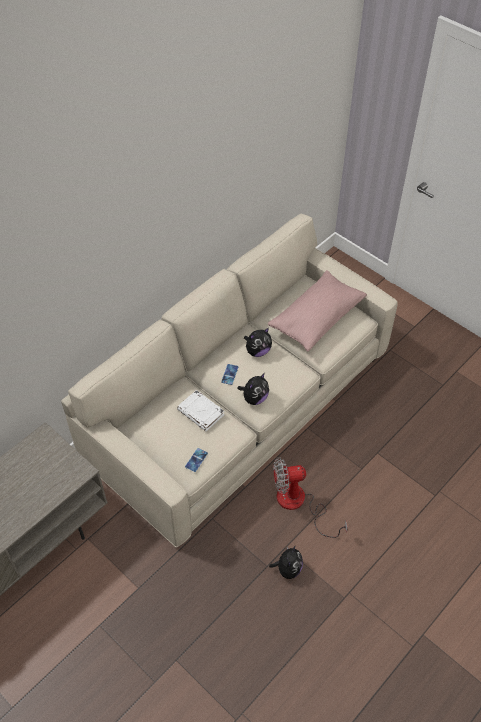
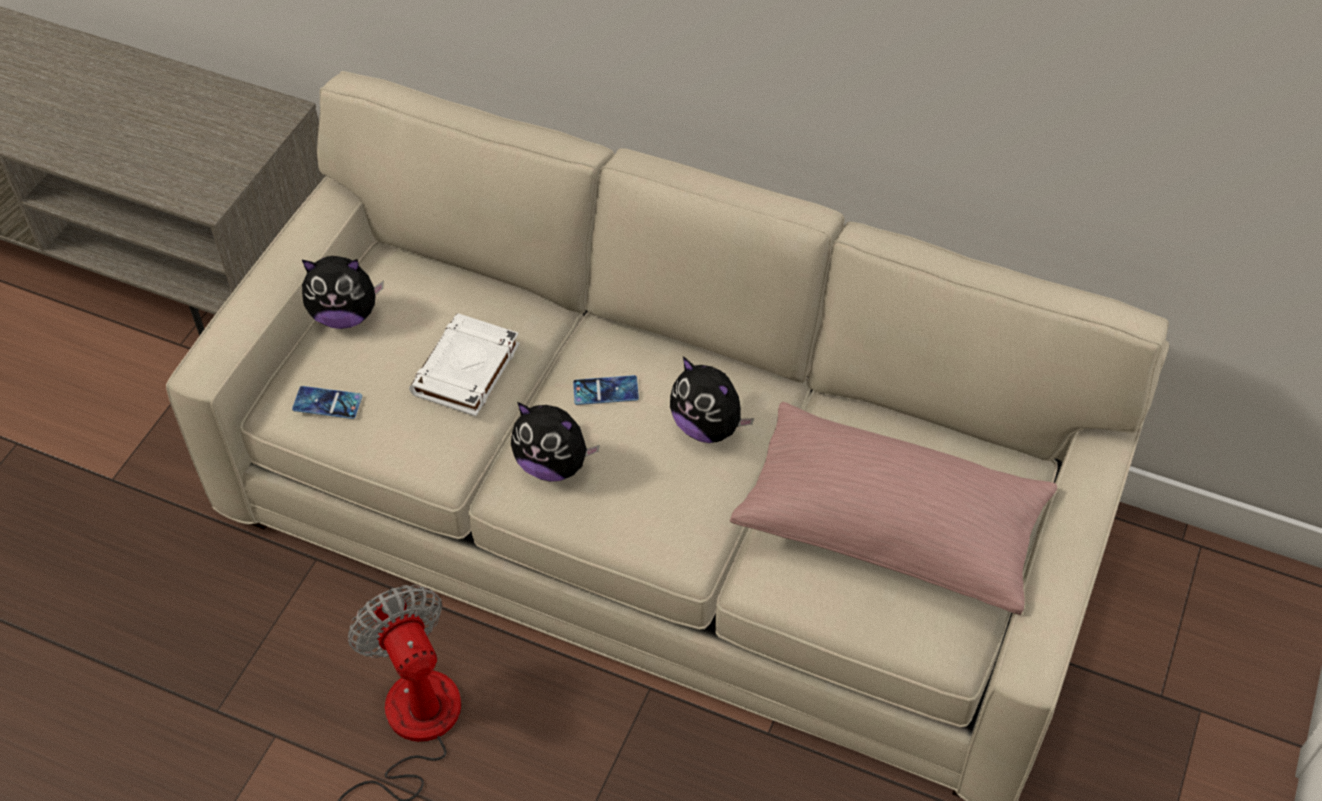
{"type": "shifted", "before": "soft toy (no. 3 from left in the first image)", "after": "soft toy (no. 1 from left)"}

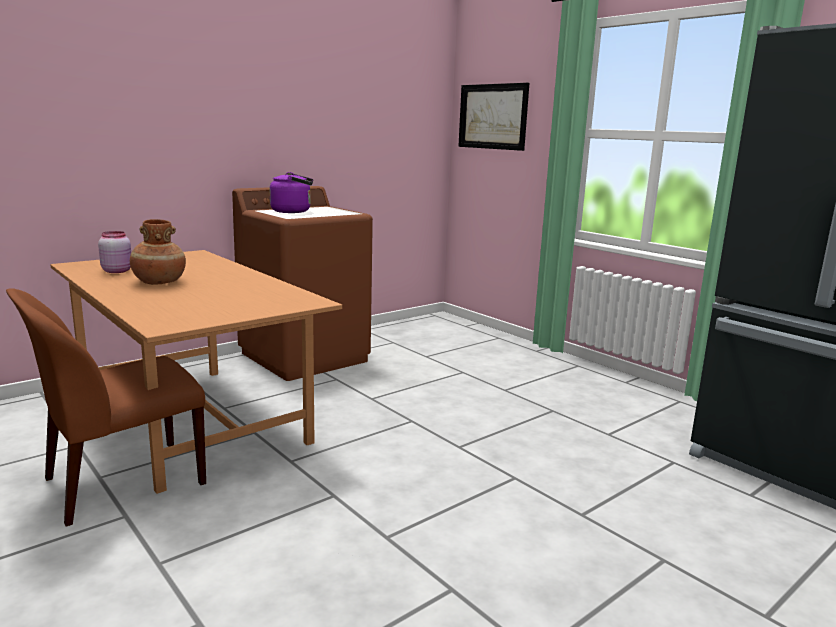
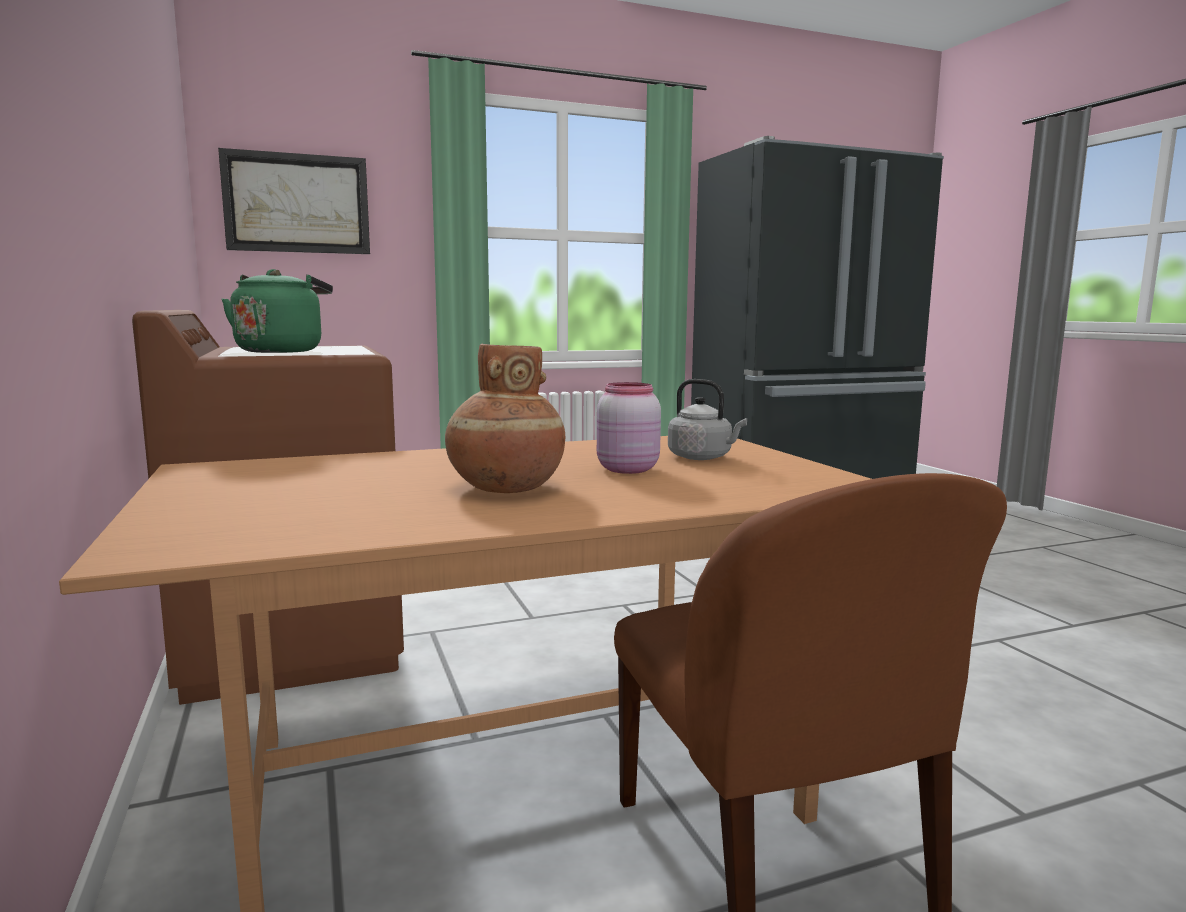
{"type": "repainted", "before": "tea kettle (purplish)", "after": "tea kettle (greenish)"}
{"type": "shifted", "before": "preserve jar (pink)"}
{"type": "new", "after": "tea kettle (greyish)"}

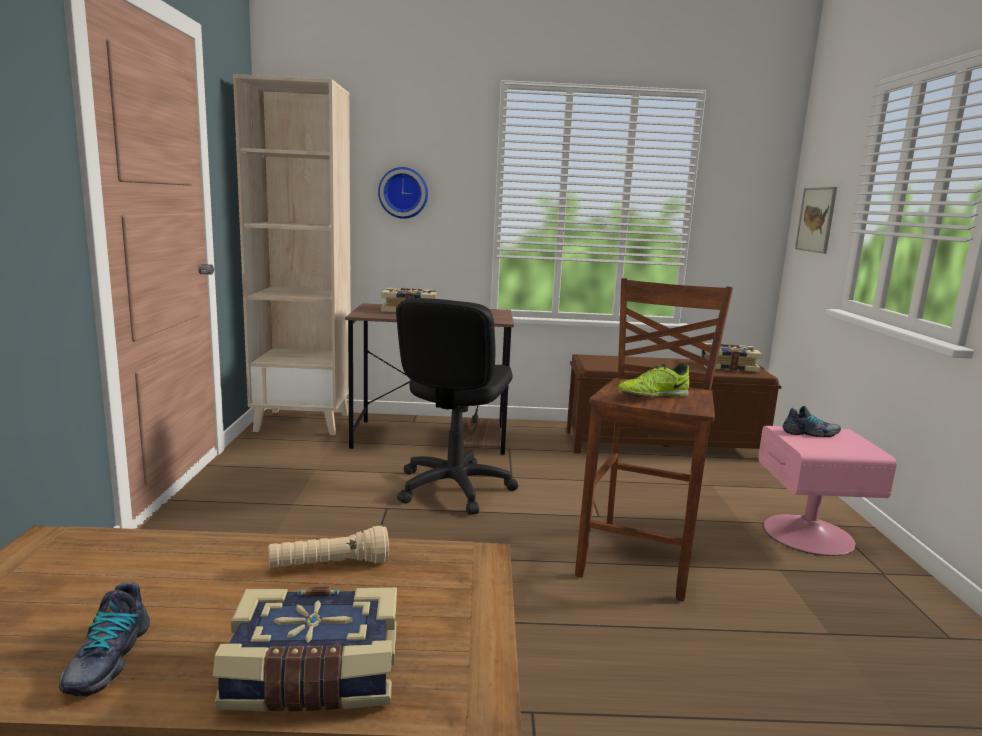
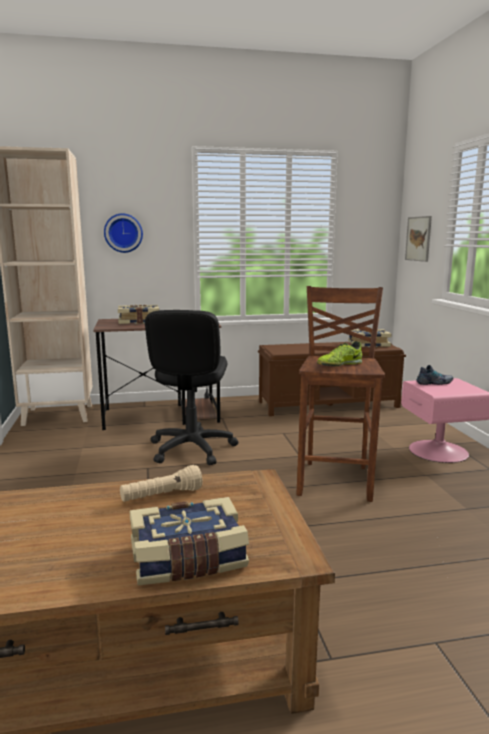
{"type": "gone", "before": "shoe (no. 1 from left)"}

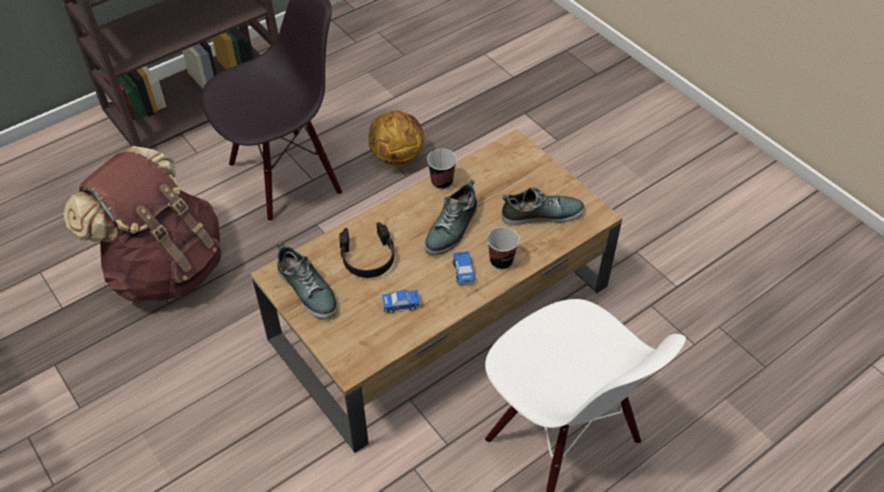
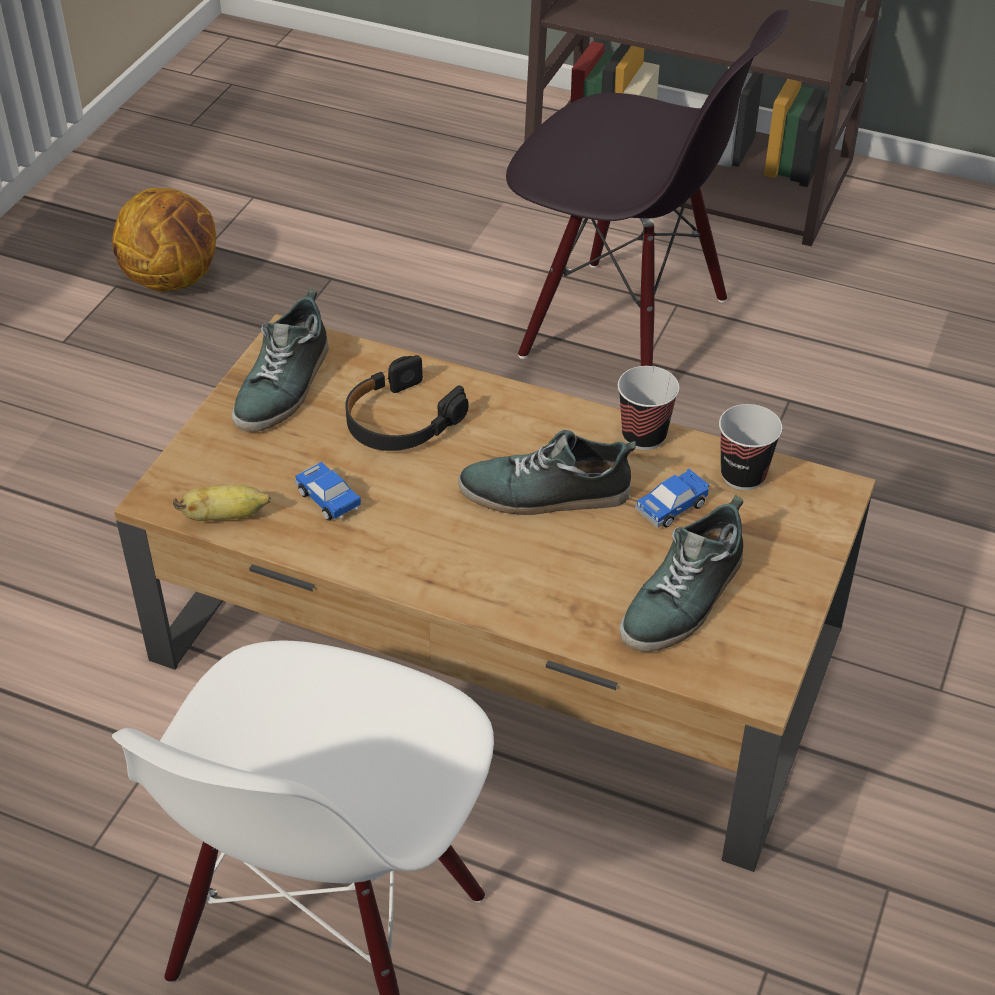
{"type": "shifted", "before": "basketball ball"}
{"type": "new", "after": "banana"}
{"type": "rotated", "before": "shoe (no. 3 from left)", "turn": 75}
{"type": "shifted", "before": "miniature car (no. 2 from left)"}
{"type": "shifted", "before": "cup (no. 2 from left)"}
{"type": "gone", "before": "rucksack (brownish)"}

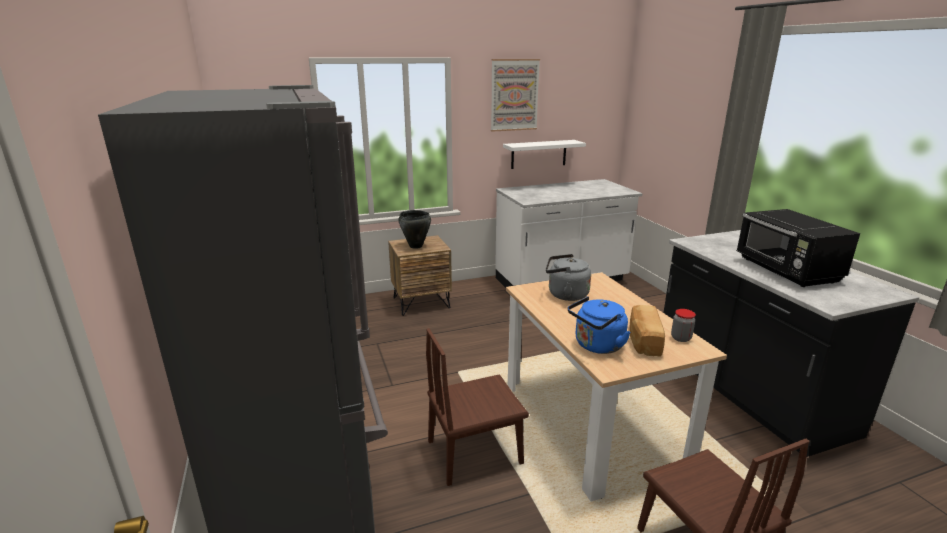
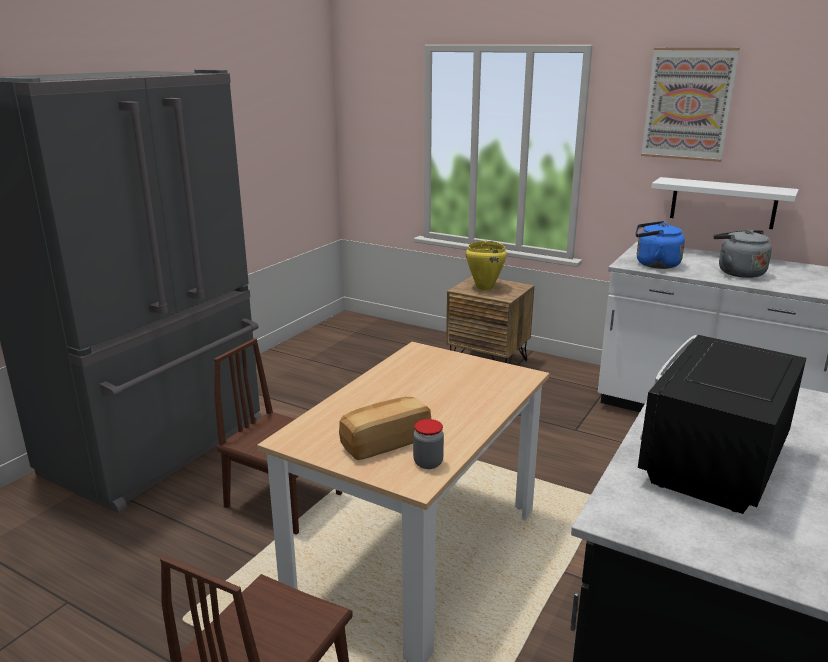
{"type": "repainted", "before": "stockpot (blackish)", "after": "stockpot (yellow-coloured)"}
{"type": "shifted", "before": "tea kettle (blue)"}
{"type": "shifted", "before": "tea kettle (greyish)"}

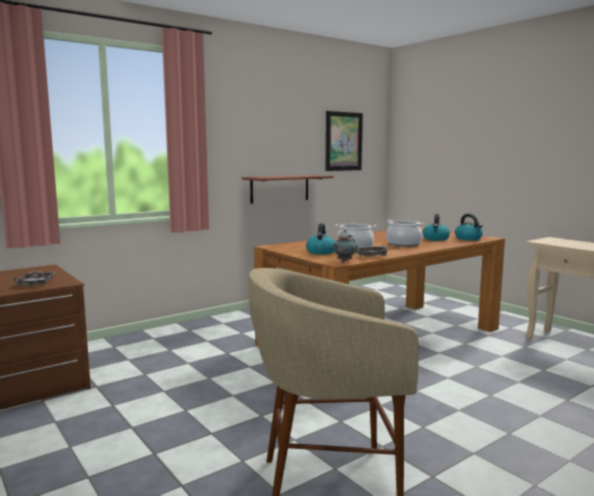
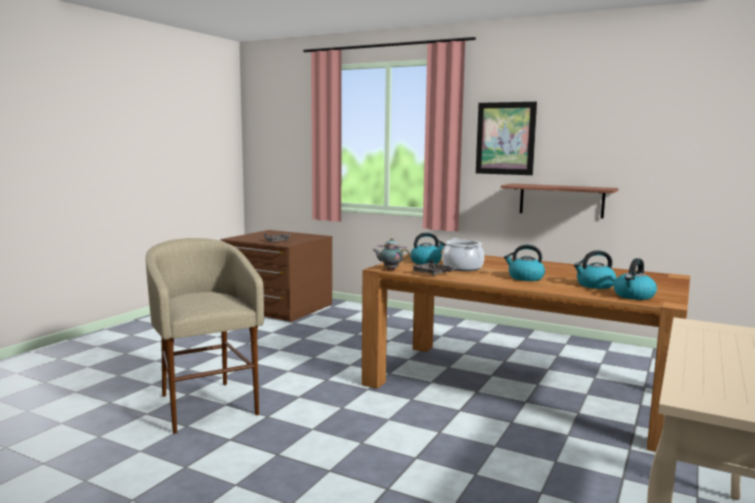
{"type": "shifted", "before": "picture"}
{"type": "swapped", "before": "stockpot (no. 2 from left)", "after": "tea kettle (no. 2 from left)"}

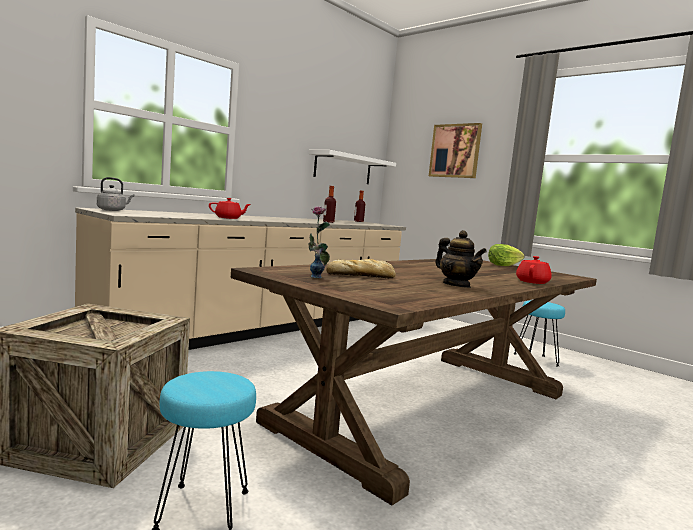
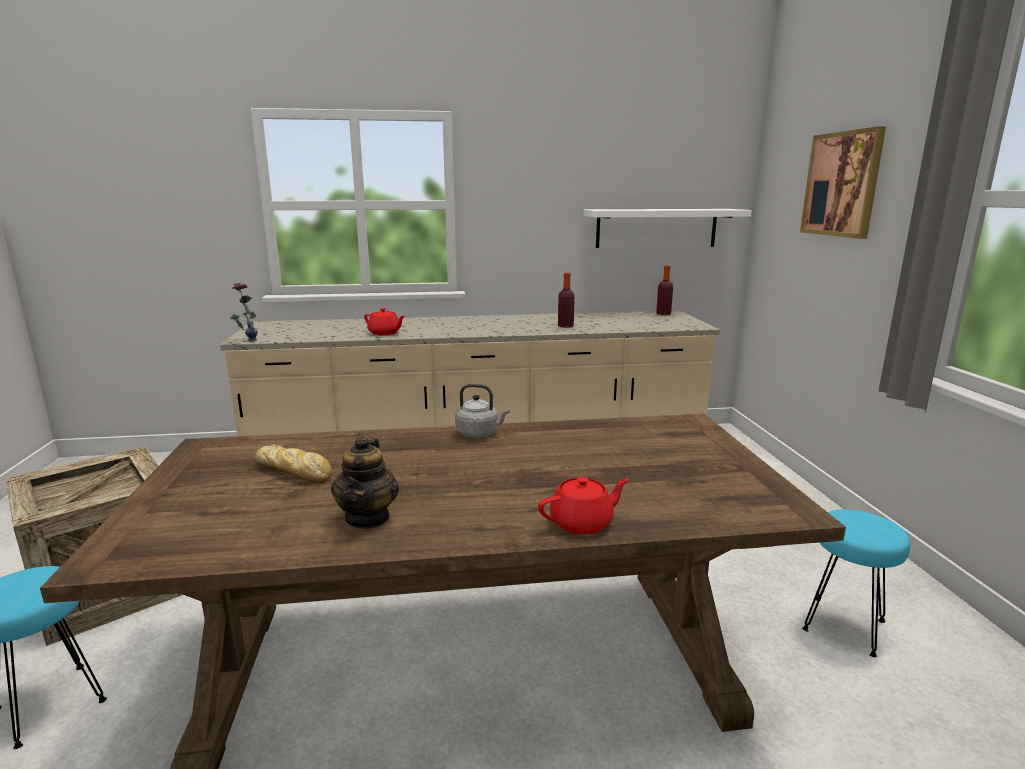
{"type": "shifted", "before": "flower vase"}
{"type": "shifted", "before": "tea kettle (greyish)"}
{"type": "gone", "before": "head of lettuce"}

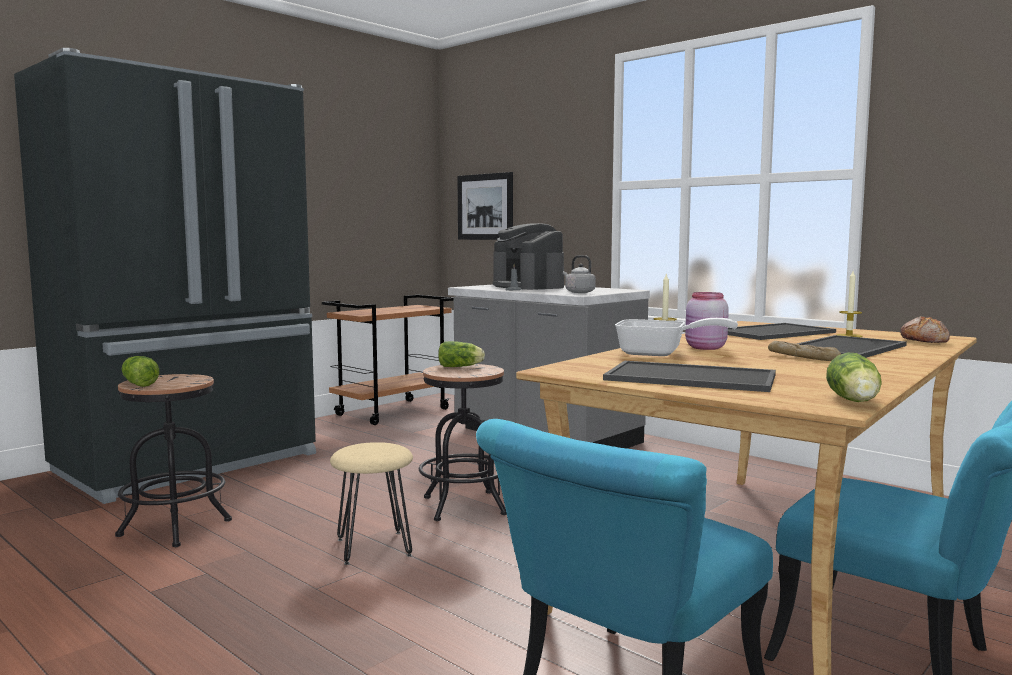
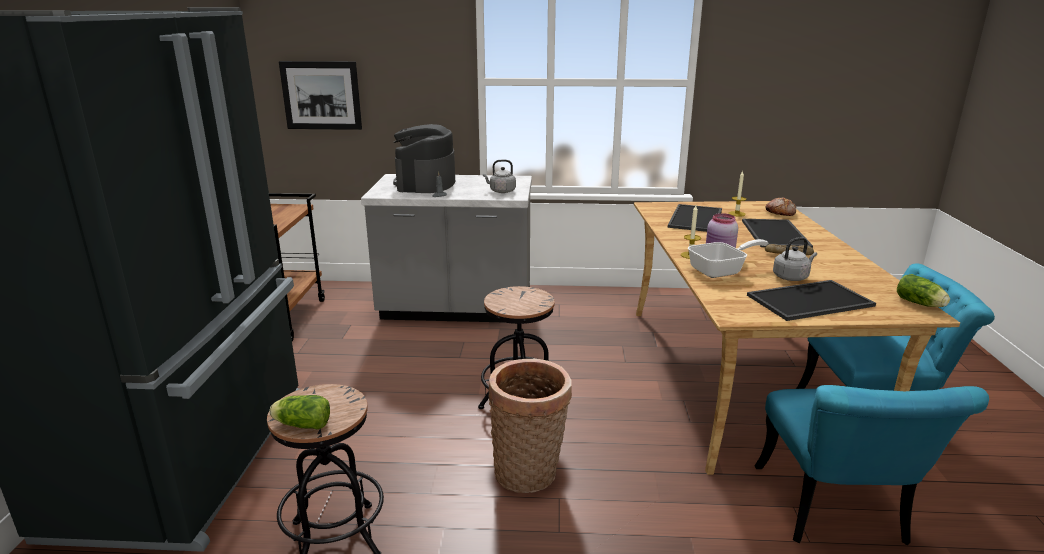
{"type": "rotated", "before": "coffee brewer", "turn": 75}
{"type": "swapped", "before": "stool seat (beige)", "after": "household basket"}
{"type": "new", "after": "tea kettle (greyish) (no. 2 from left)"}
{"type": "gone", "before": "head of lettuce (no. 2 from left)"}

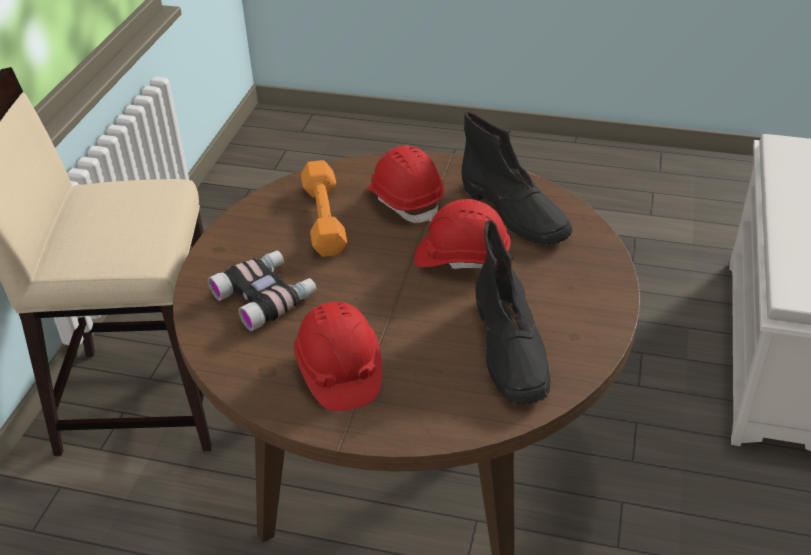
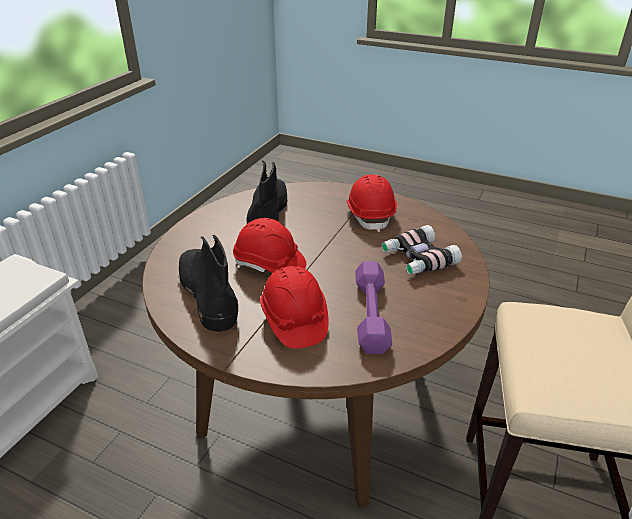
{"type": "repainted", "before": "free weight (orange)", "after": "free weight (purplish)"}

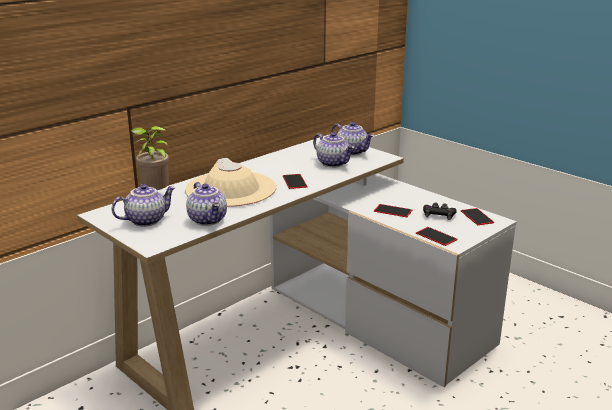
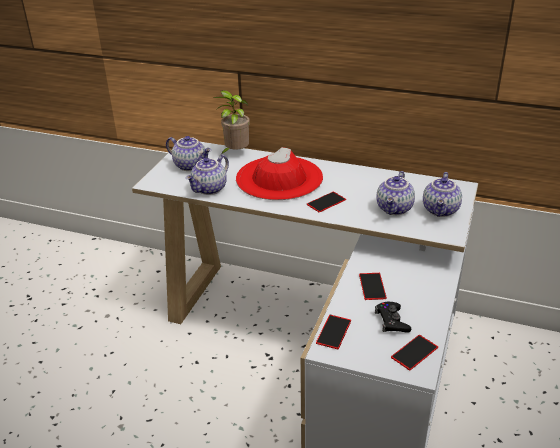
{"type": "repainted", "before": "hat (beige)", "after": "hat (red-coloured)"}

